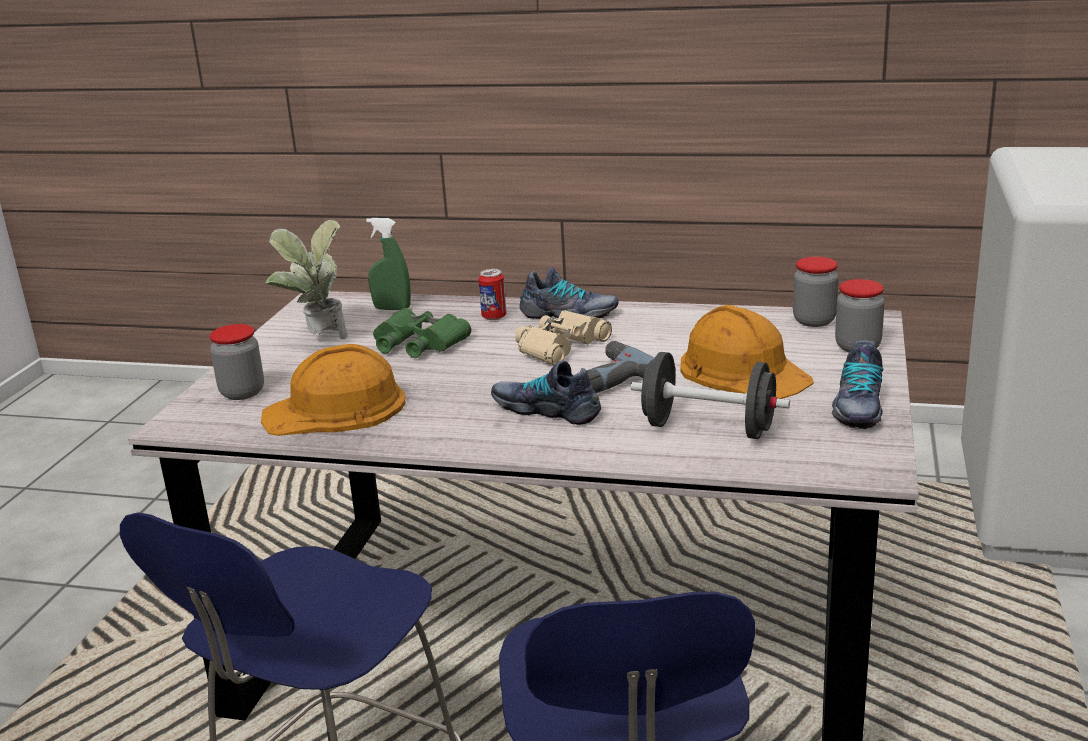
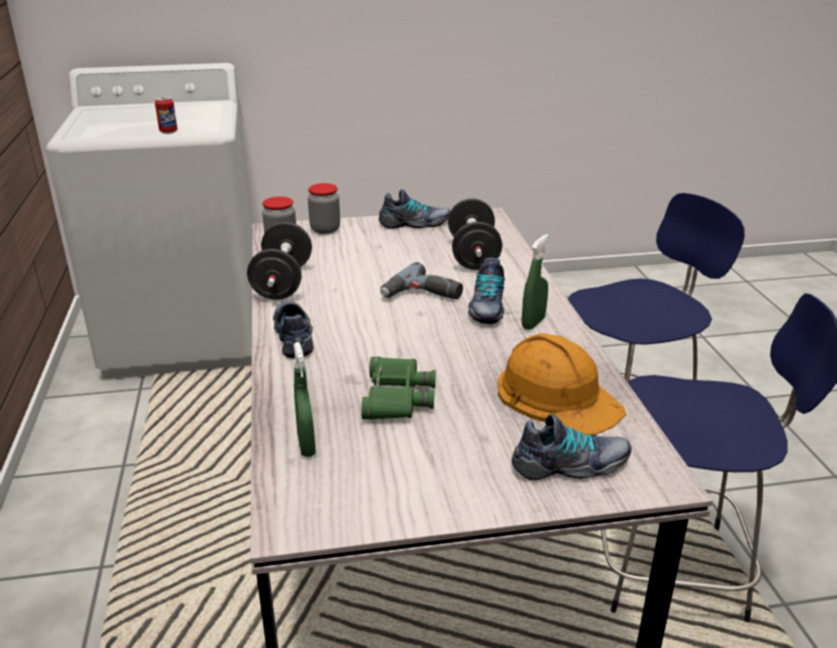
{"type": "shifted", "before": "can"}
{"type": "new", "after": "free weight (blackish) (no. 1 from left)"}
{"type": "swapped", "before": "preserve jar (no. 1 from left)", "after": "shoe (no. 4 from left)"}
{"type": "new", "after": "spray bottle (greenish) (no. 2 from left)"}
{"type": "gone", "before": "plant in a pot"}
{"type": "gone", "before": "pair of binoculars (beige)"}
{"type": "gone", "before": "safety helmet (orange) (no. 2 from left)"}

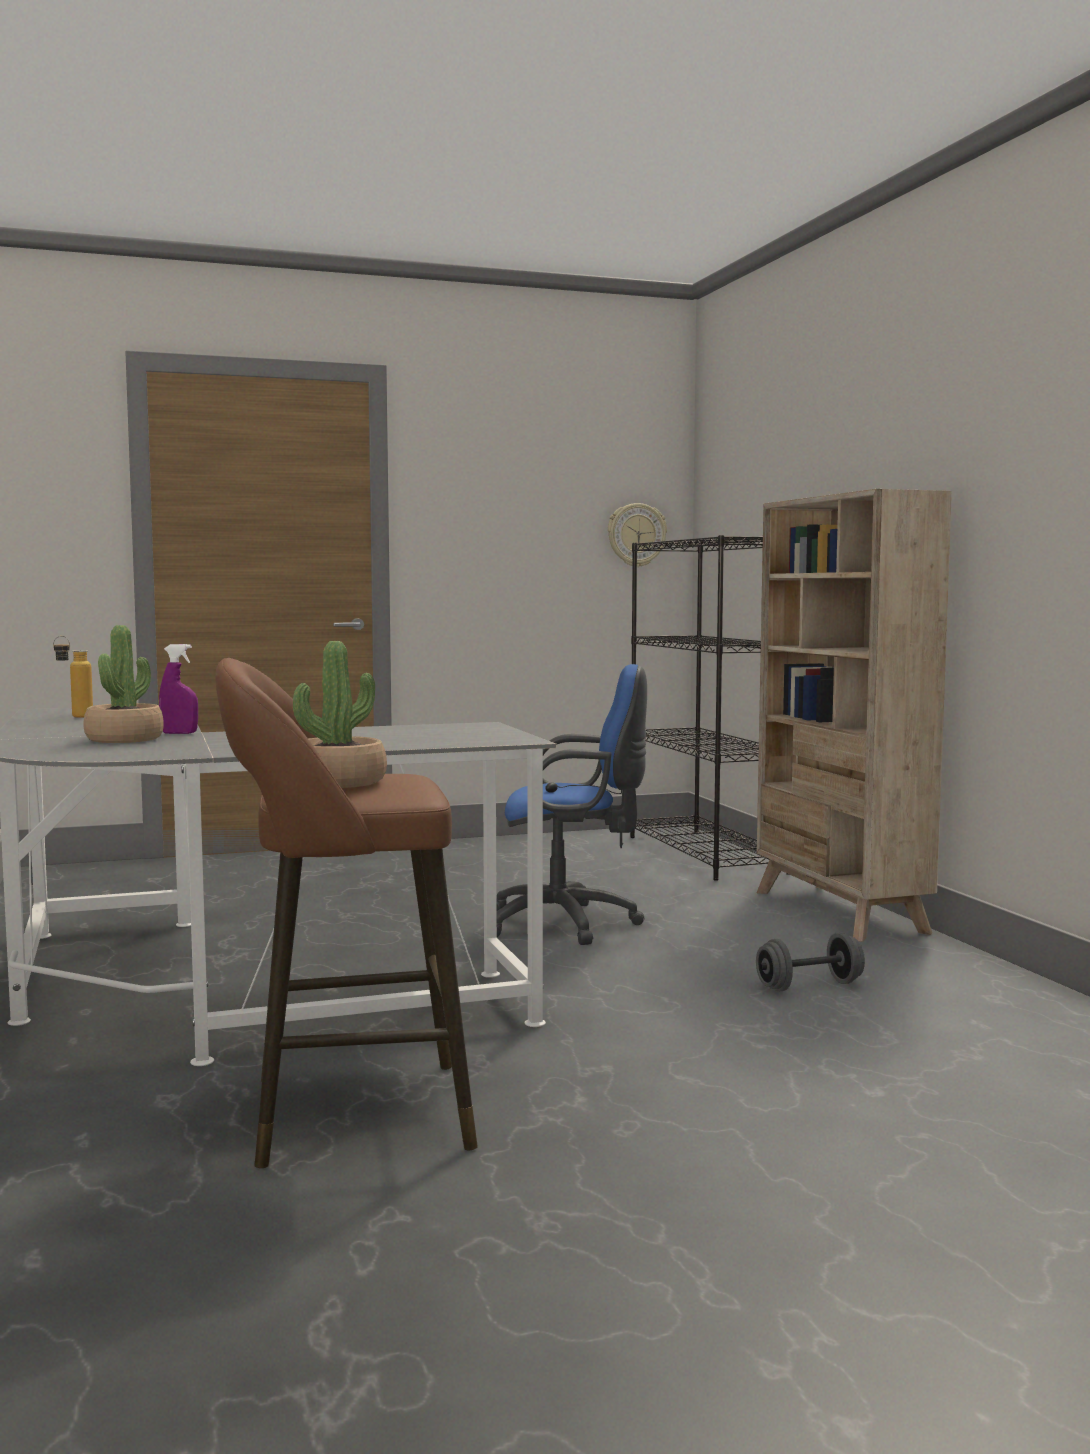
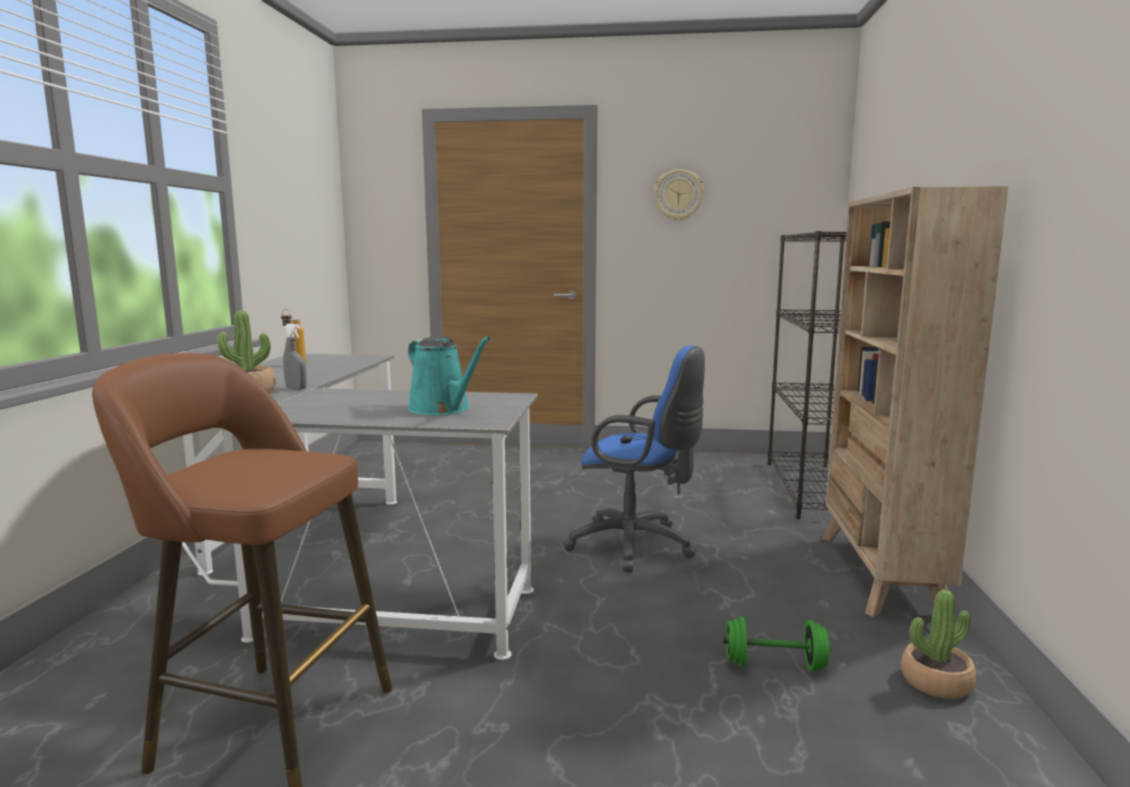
{"type": "repainted", "before": "spray bottle (purplish)", "after": "spray bottle (greyish)"}
{"type": "new", "after": "watering pot (turquoise)"}
{"type": "shifted", "before": "hanging clock"}
{"type": "repainted", "before": "free weight (greyish)", "after": "free weight (greenish)"}
{"type": "shifted", "before": "plant in a pot (no. 2 from left)"}

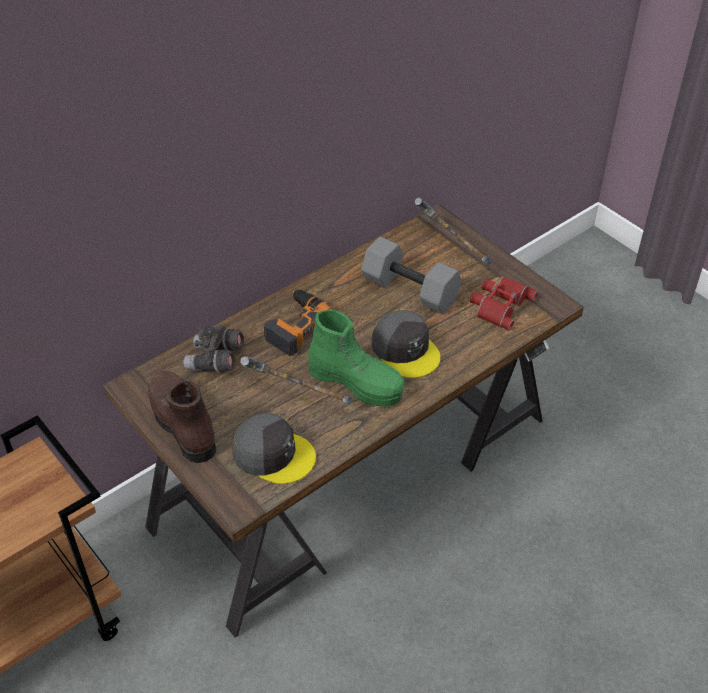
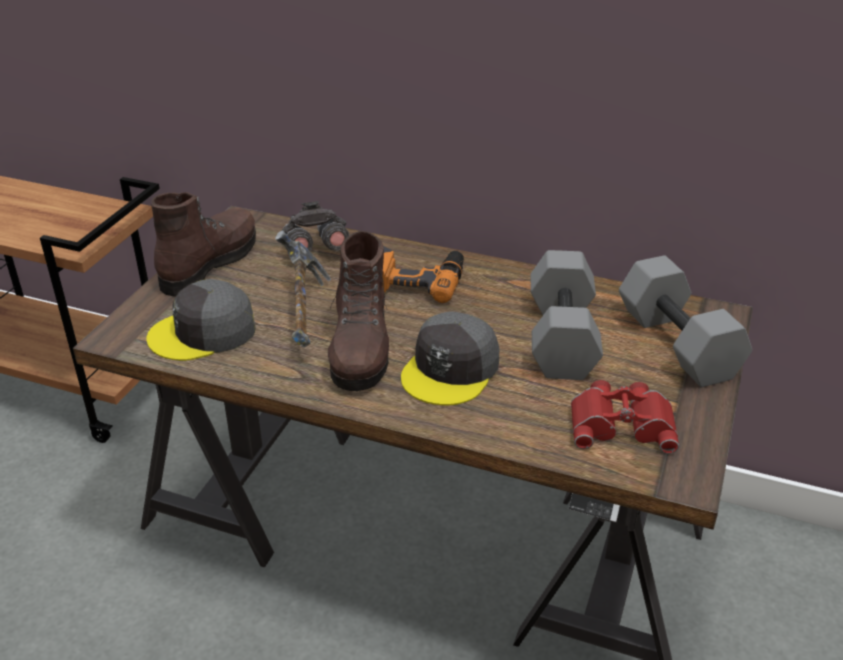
{"type": "rotated", "before": "cap (greyish) (no. 1 from left)", "turn": 75}
{"type": "repainted", "before": "high-top boot (greenish)", "after": "high-top boot (brownish) (no. 2 from left)"}
{"type": "swapped", "before": "tool hammer (no. 2 from left)", "after": "free weight (greyish) (no. 2 from left)"}

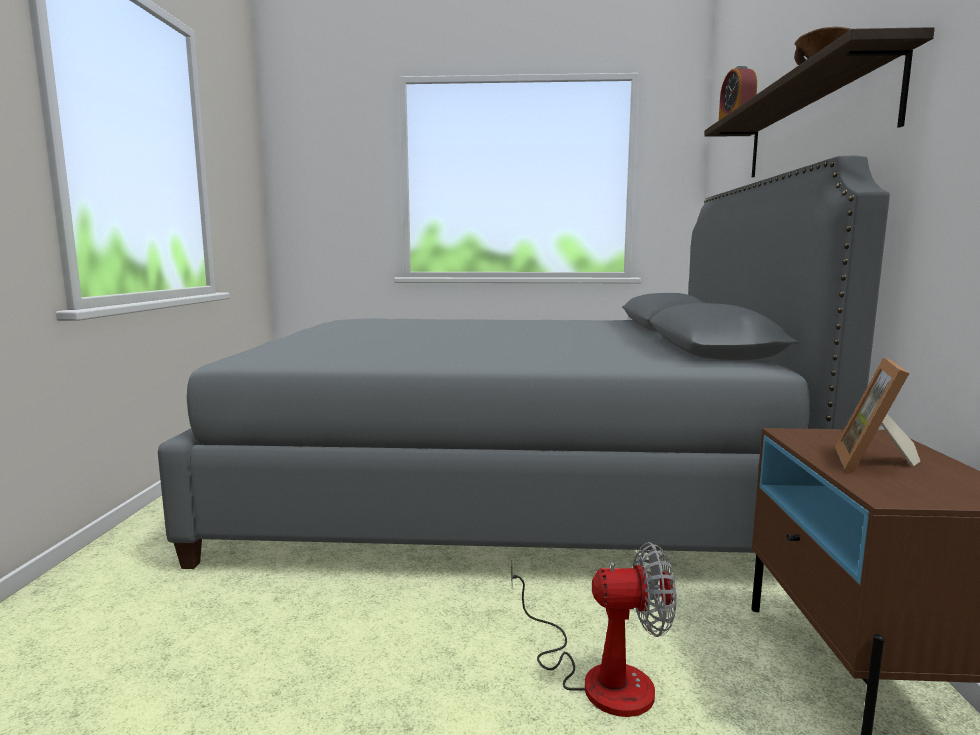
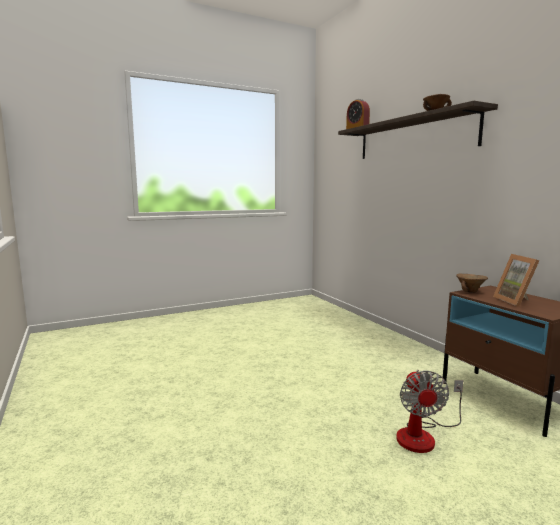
{"type": "rotated", "before": "fan", "turn": 120}
{"type": "new", "after": "deep dish (brownish) (no. 2 from left)"}
{"type": "gone", "before": "bed (greyish)"}

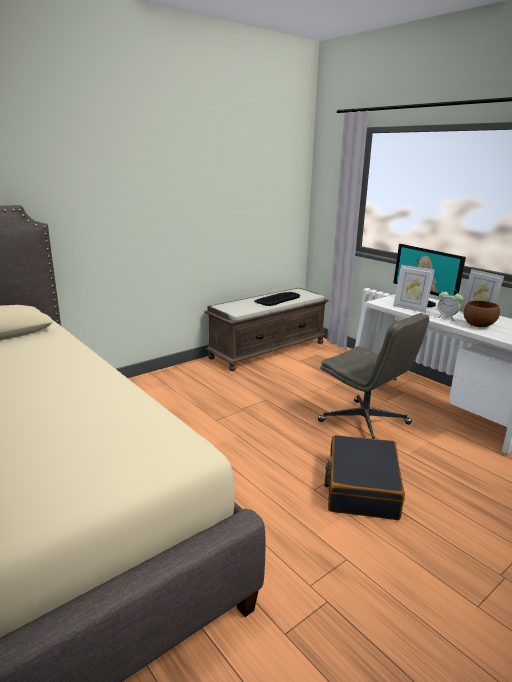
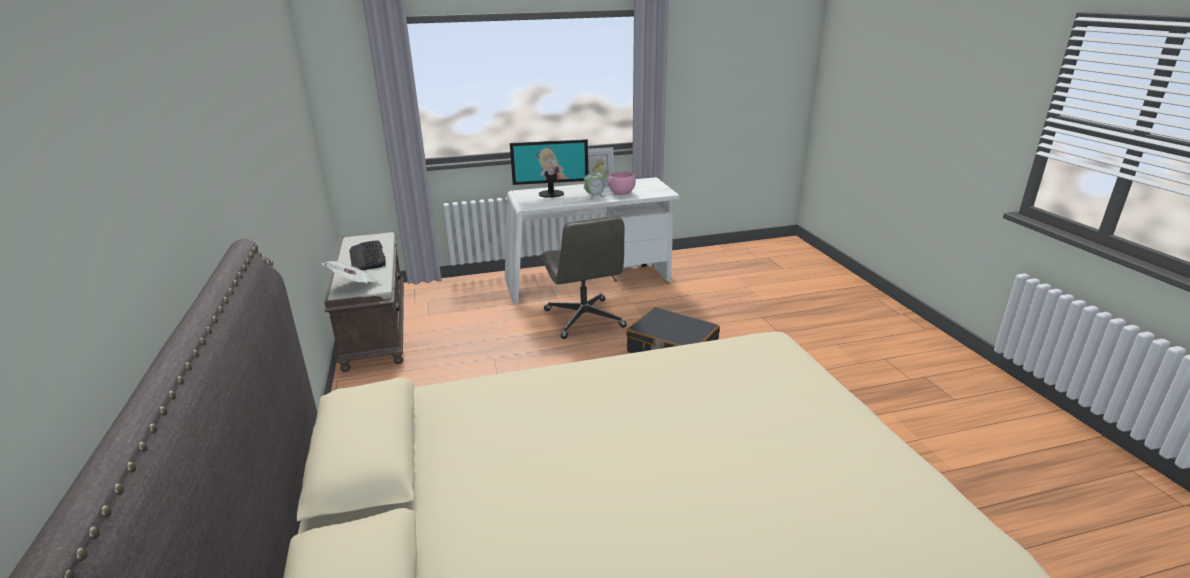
{"type": "new", "after": "printed paper"}
{"type": "rotated", "before": "office chair (greyish)", "turn": 90}
{"type": "repainted", "before": "deep dish (brownish)", "after": "deep dish (pink)"}
{"type": "gone", "before": "picture frame (no. 1 from left)"}

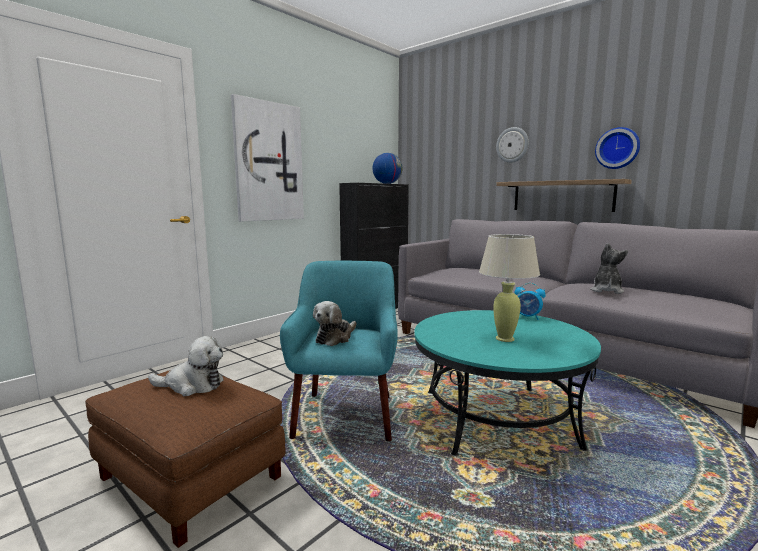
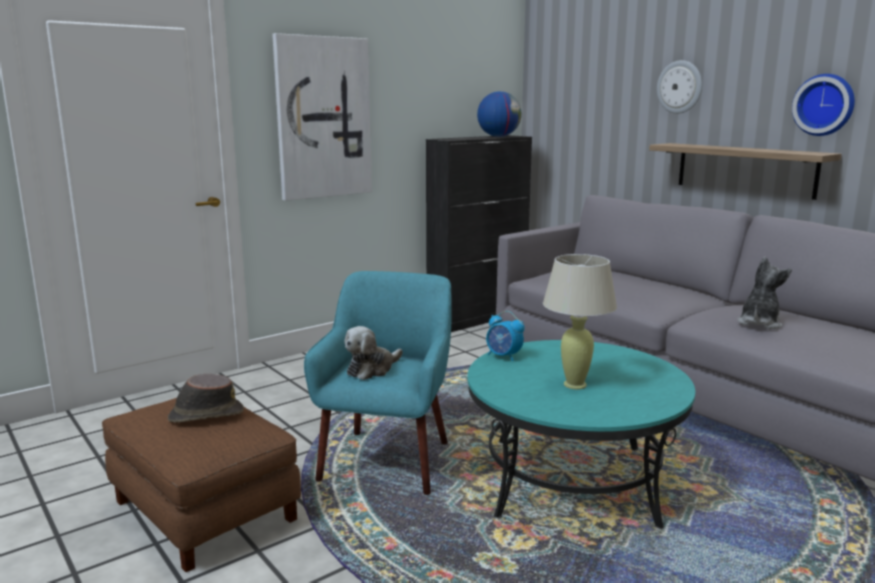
{"type": "swapped", "before": "soft toy (no. 1 from left)", "after": "hat (brownish)"}
{"type": "shifted", "before": "table clock"}

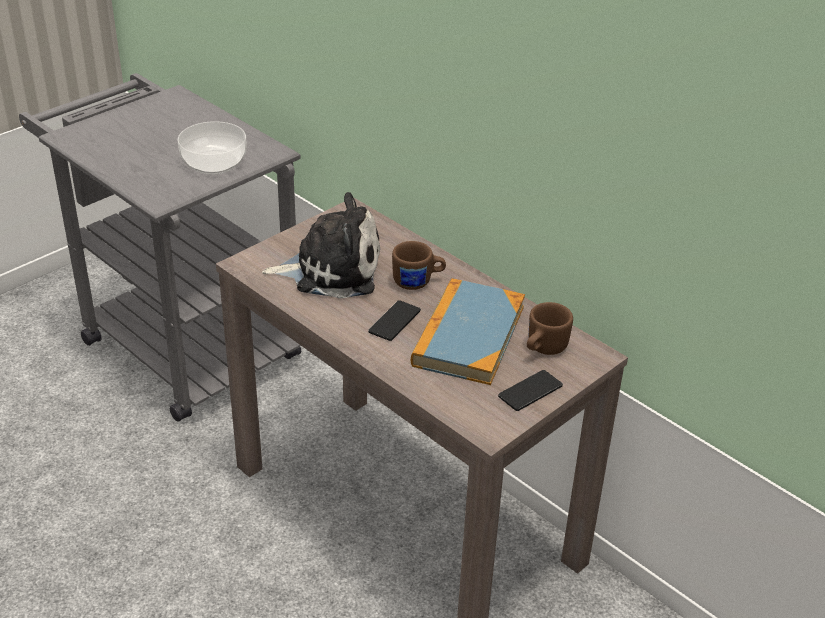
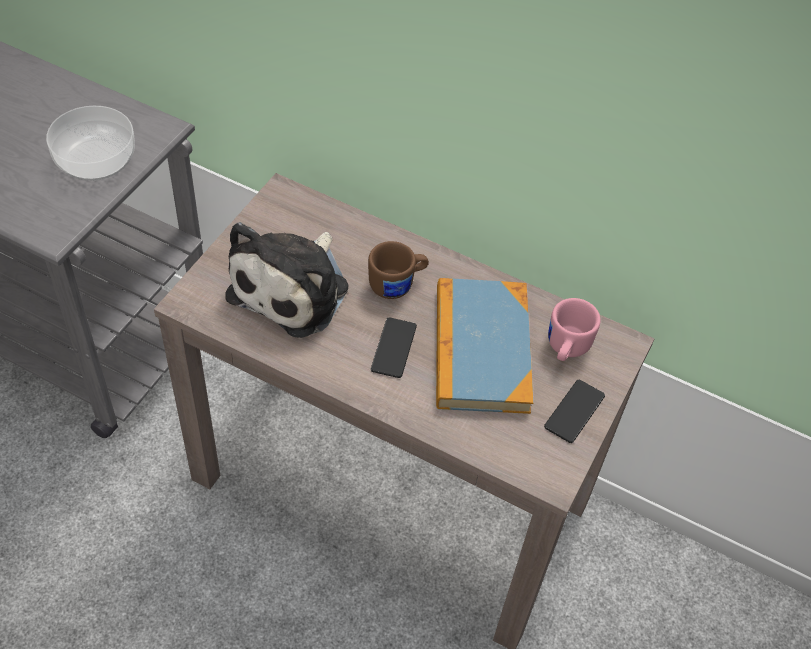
{"type": "rotated", "before": "soft toy", "turn": 135}
{"type": "repainted", "before": "mug (brownish) (no. 2 from left)", "after": "mug (pink)"}

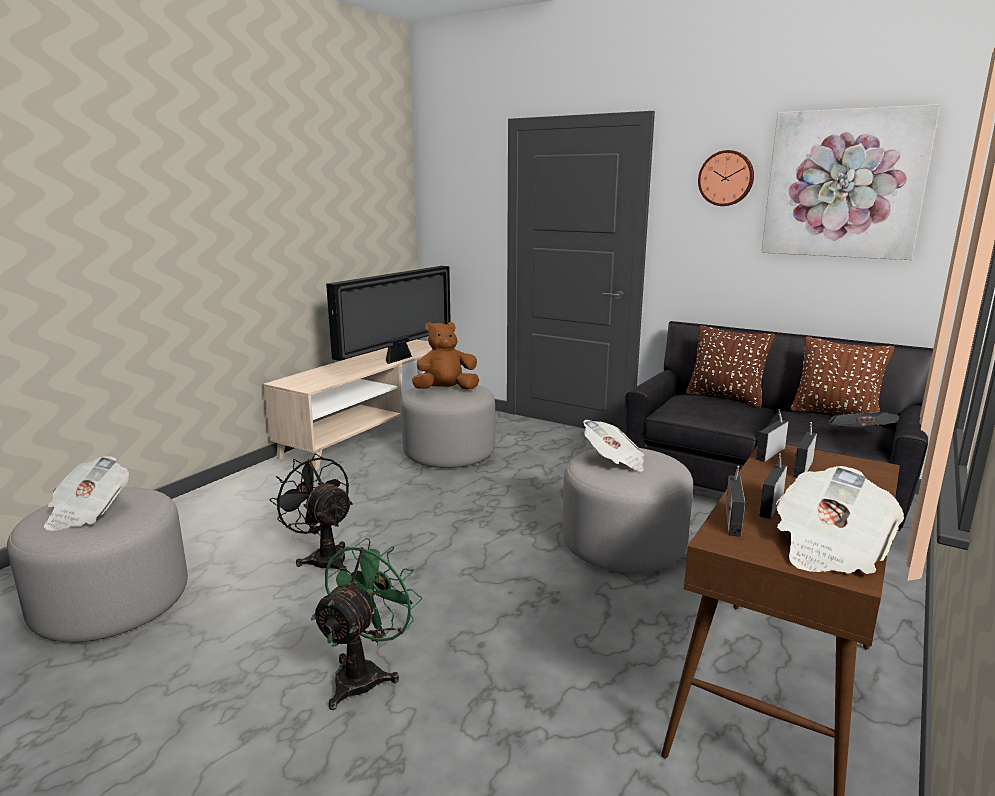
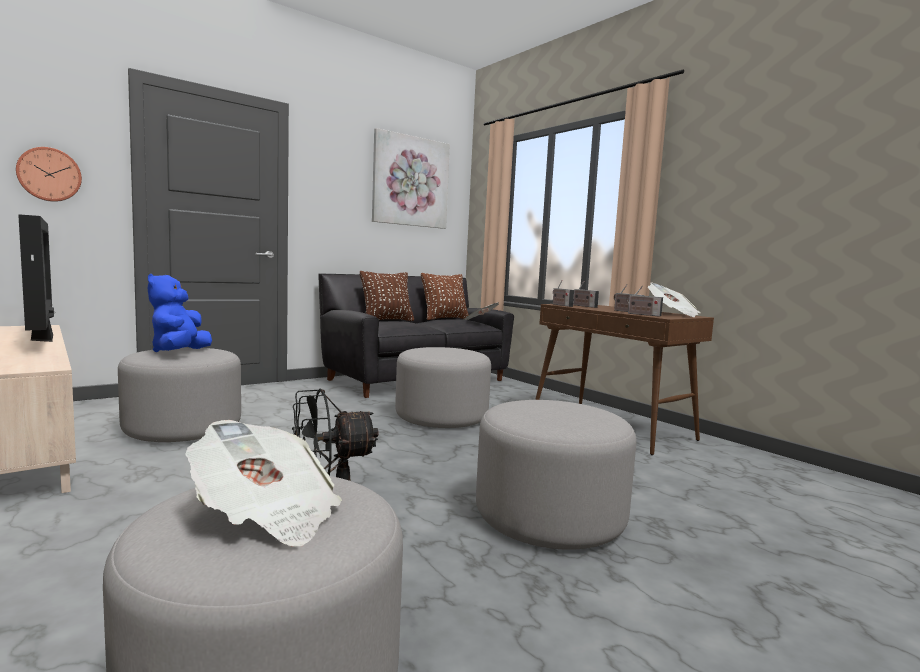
{"type": "shifted", "before": "hanging clock"}
{"type": "repainted", "before": "soft toy (brownish)", "after": "soft toy (blue)"}
{"type": "swapped", "before": "fan (greenish)", "after": "ottoman (greyish) (no. 4 from left)"}
{"type": "gone", "before": "printed paper (no. 2 from left)"}

